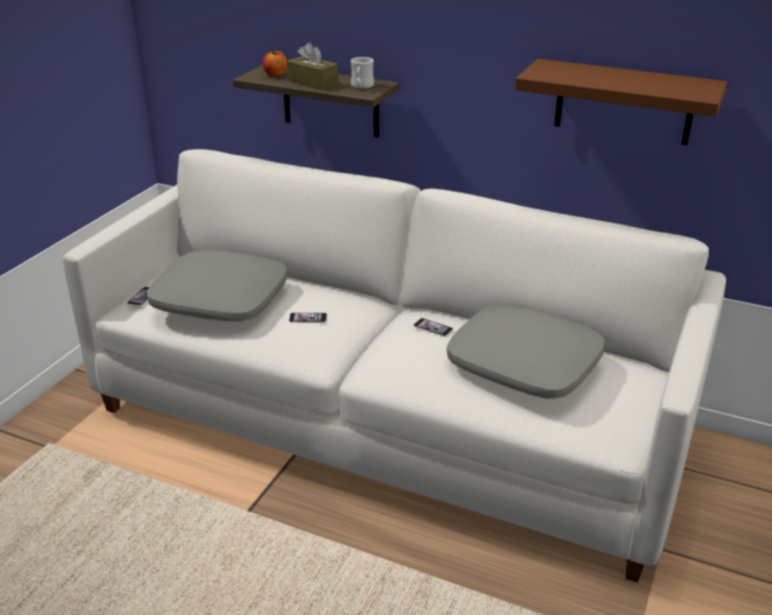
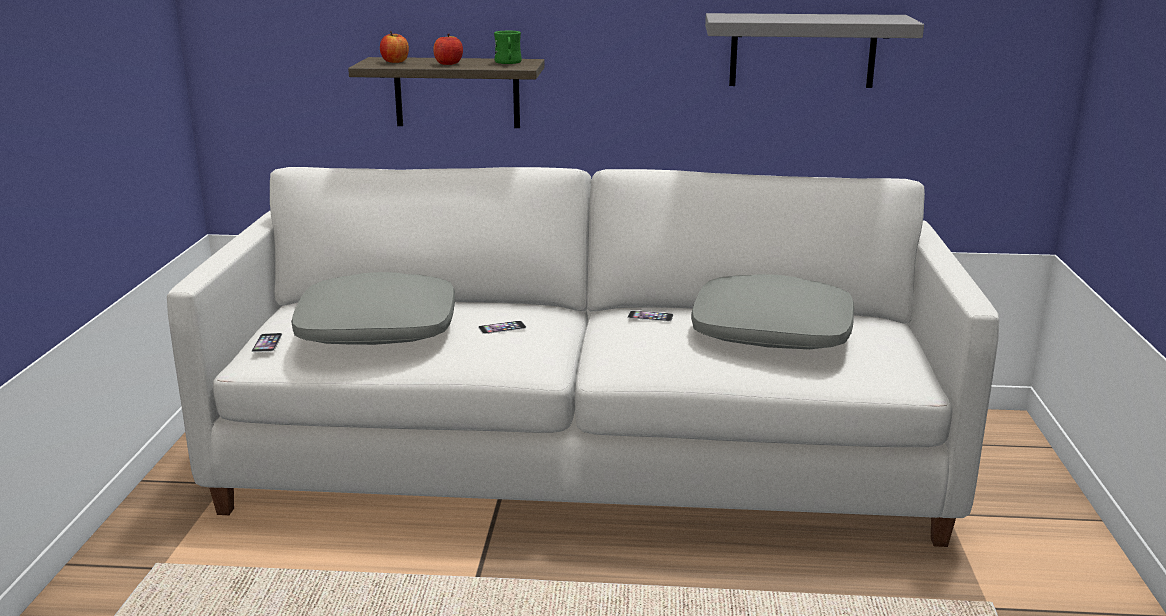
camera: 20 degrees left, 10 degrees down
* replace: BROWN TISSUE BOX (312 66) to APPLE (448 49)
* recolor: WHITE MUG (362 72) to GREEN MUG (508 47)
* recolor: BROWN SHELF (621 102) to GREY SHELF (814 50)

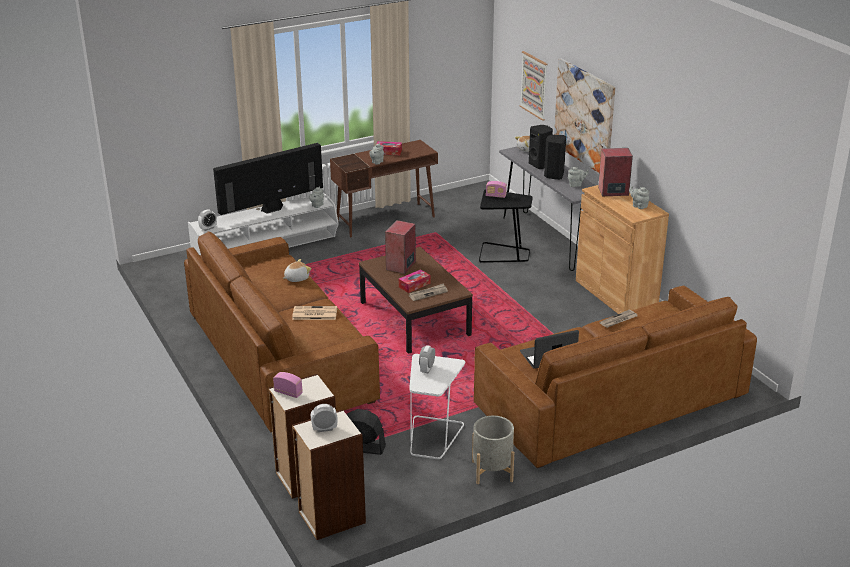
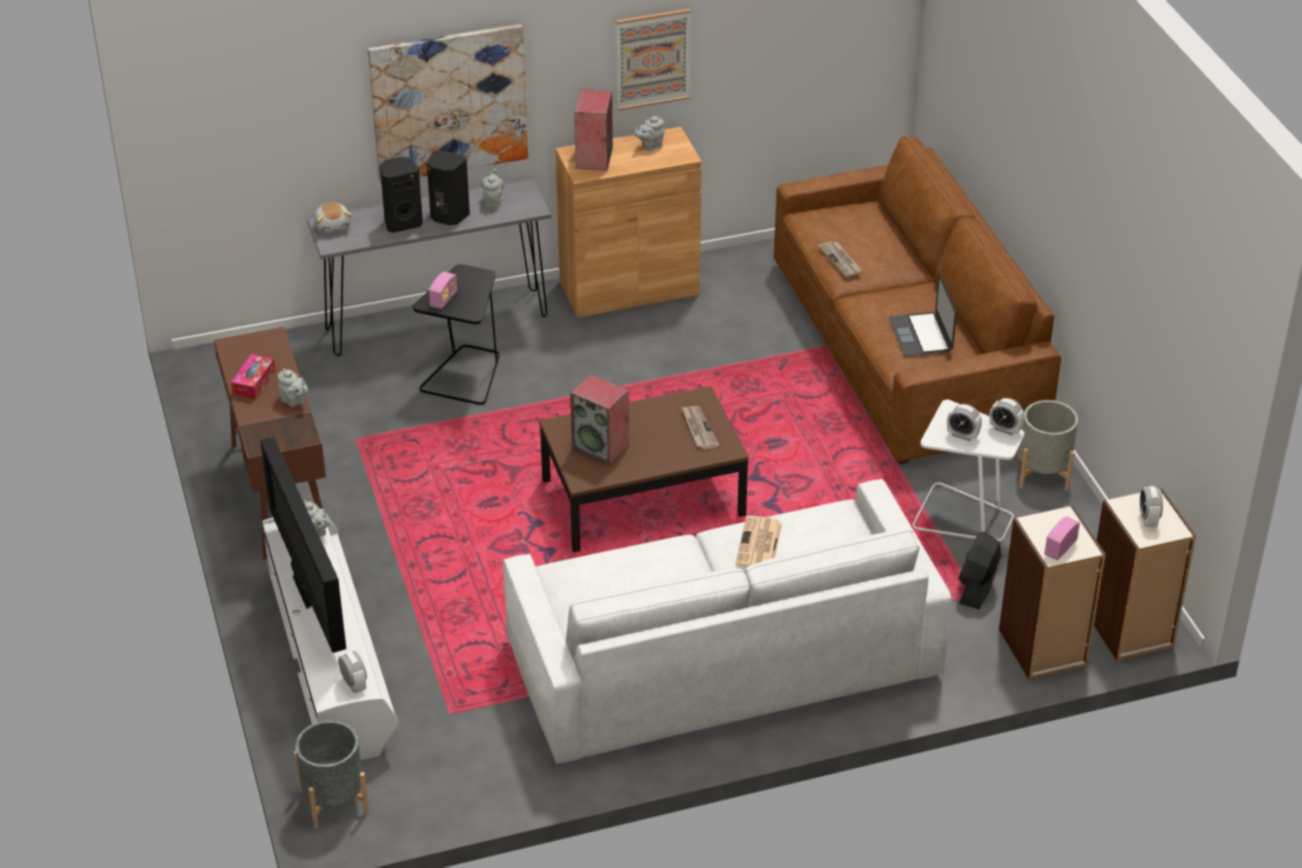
camera: 80 degrees left, 10 degrees up
* insert: GREY PLANTER (331 774)
* recolor: BROWN SOFA (282 332) to WHITE SOFA (727 621)
* move: PICTURE (534 86) to (653 60)
* insert: ALARM CLOCK (1007 416)
* delete: PLUSH TOY (297 270)
* delete: TISSUE BOX (414 281)

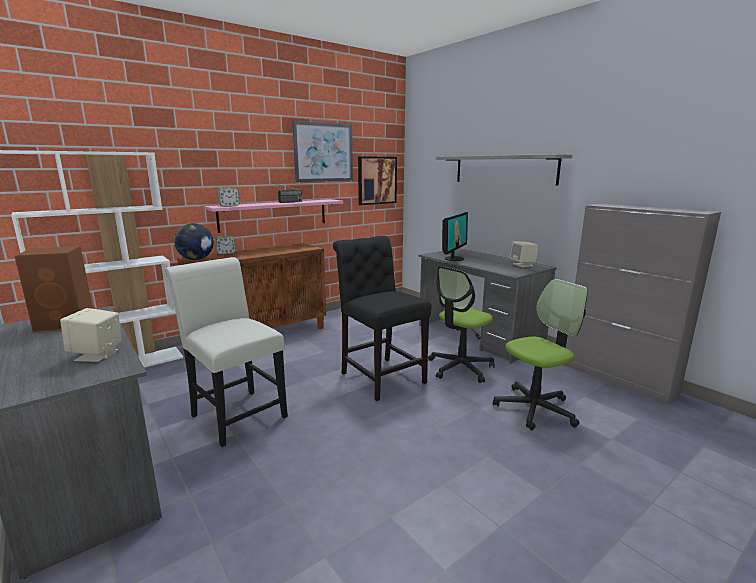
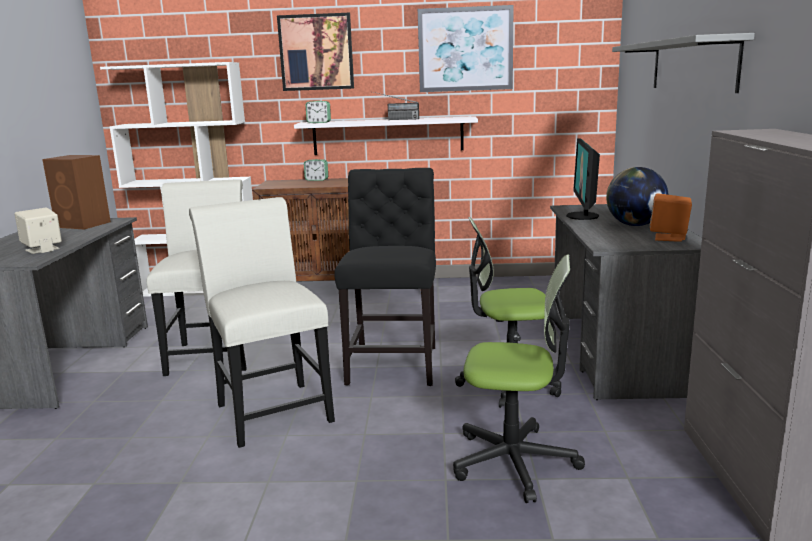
camera: 40 degrees right, 0 degrees up
* insert: WHITE CHAIR (262 322)
* move: PICTURE (377 180) to (315 52)
* recolor: PINK SHELF (274 216) to WHITE SHELF (386 135)
* rotate: MONITOR (455 236) = (583 179) 120 degrees clockwise
* move: GLOBE (194 241) to (637 196)
* recolor: BEIGE SPEAKER (524 254) to ORANGE SPEAKER (670 217)

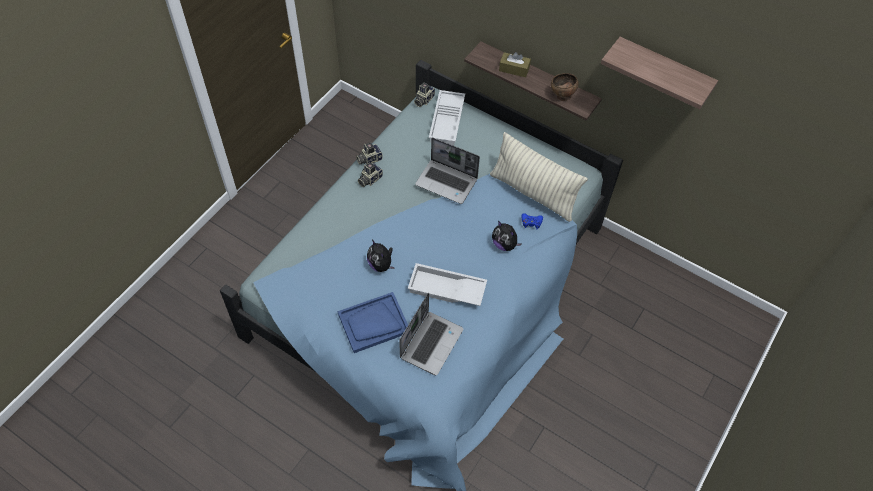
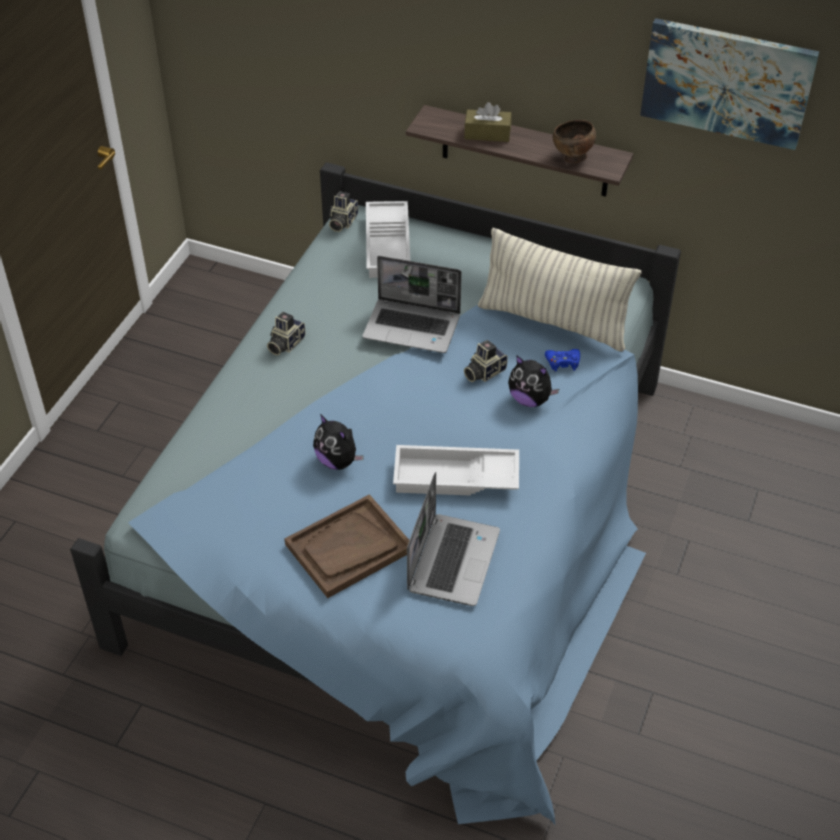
camera: 10 degrees left, 10 degrees down
* recolor: BLUE TRAY (373 322) to BROWN TRAY (347 546)
* move: PHOTO CAMERA (369 153) to (486 361)
* replace: SHELF (659 73) to PICTURE (729 84)

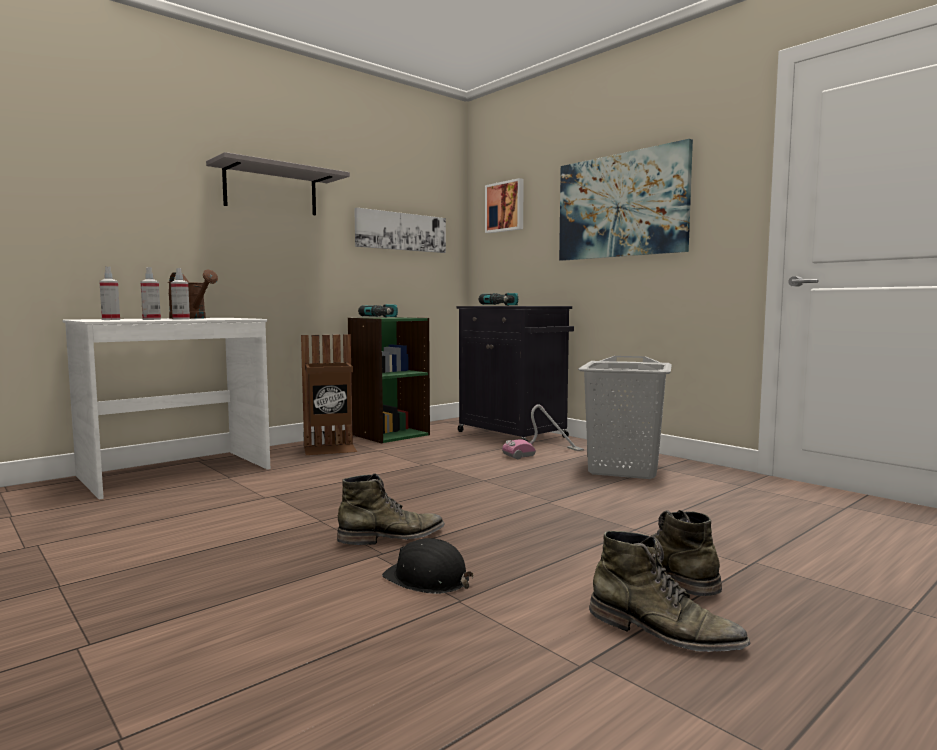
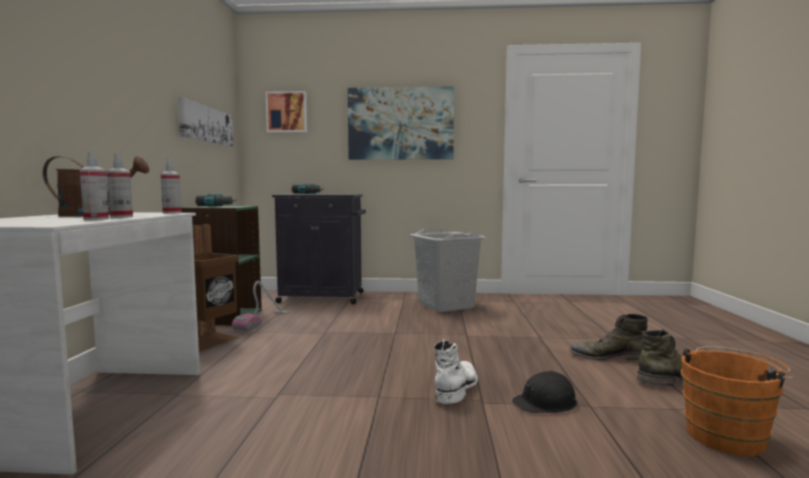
camera: 45 degrees left, 0 degrees up
* move: SPRAY BOTTLE (109 293) to (171 186)
* move: VACUUM CLEANER (543 431) to (260 306)
* recolor: GREEN BOOT (391 509) to WHITE BOOT (456 371)
* insert: ORANGE BUCKET (737 401)
* delete: GREY SHELF (278 183)

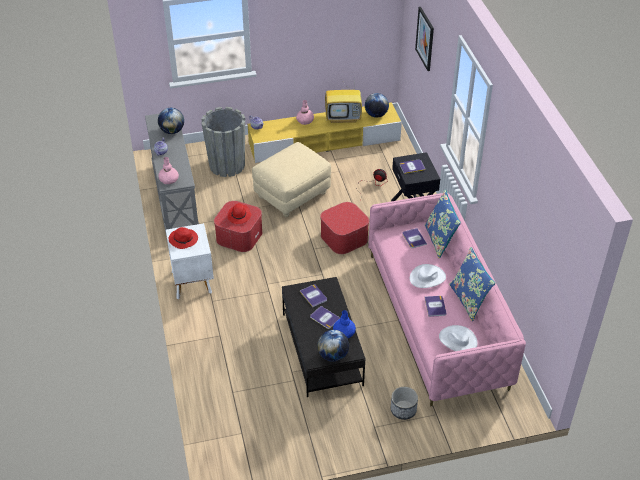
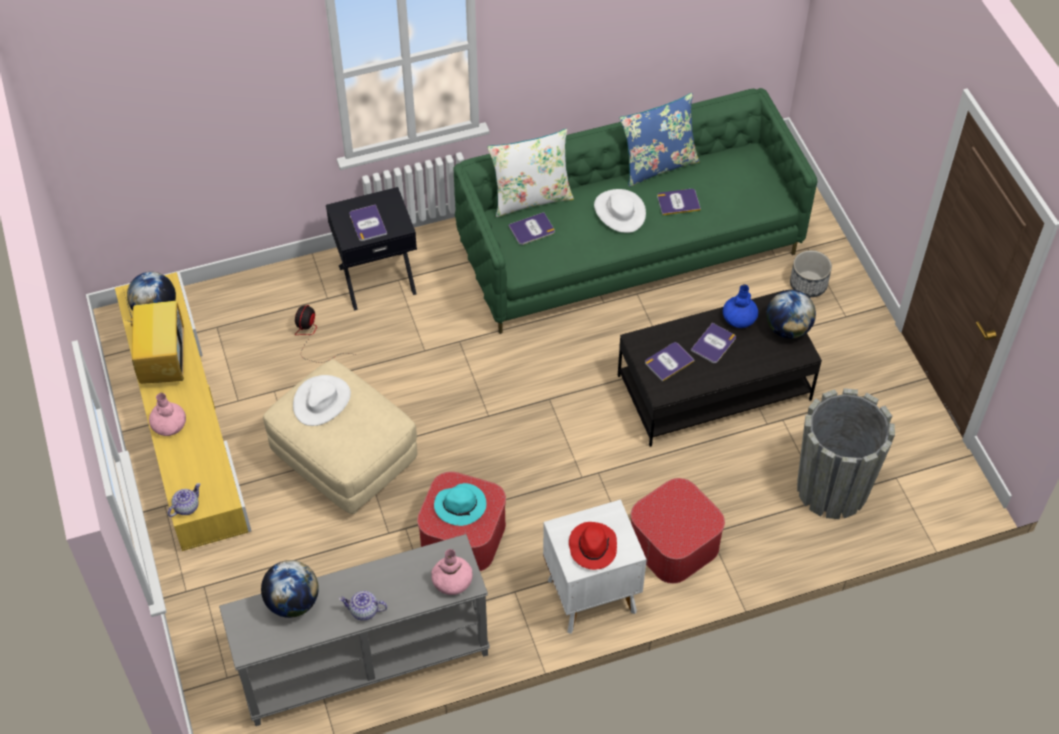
camera: 95 degrees left, 10 degrees up
* move: WHITE HAT (458 338) to (322 400)
* recolor: RED HAT (240 213) to TURQUOISE HAT (460 504)
* recolor: PINK SOFA (447 299) to GREEN SOFA (635 211)
* recolor: BLUE PILLOW (443 224) to WHITE PILLOW (530 173)
* move: OTTOMAN (344 228) to (678 531)
* move: GREY PLANTER (223 142) to (846 453)
* delete: PICTURE (424 39)

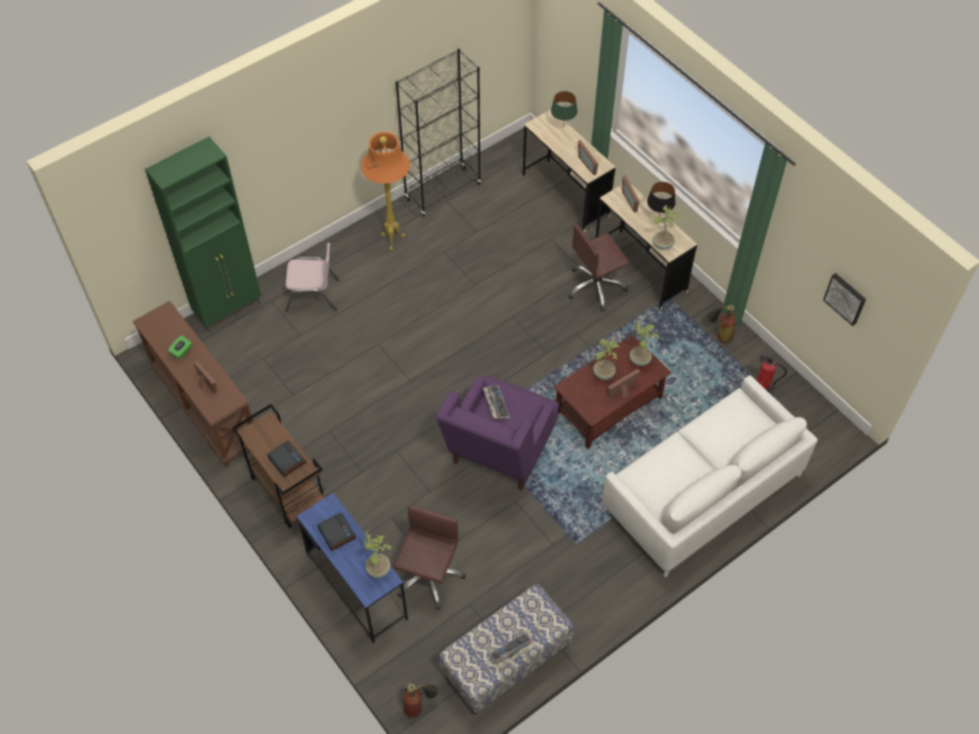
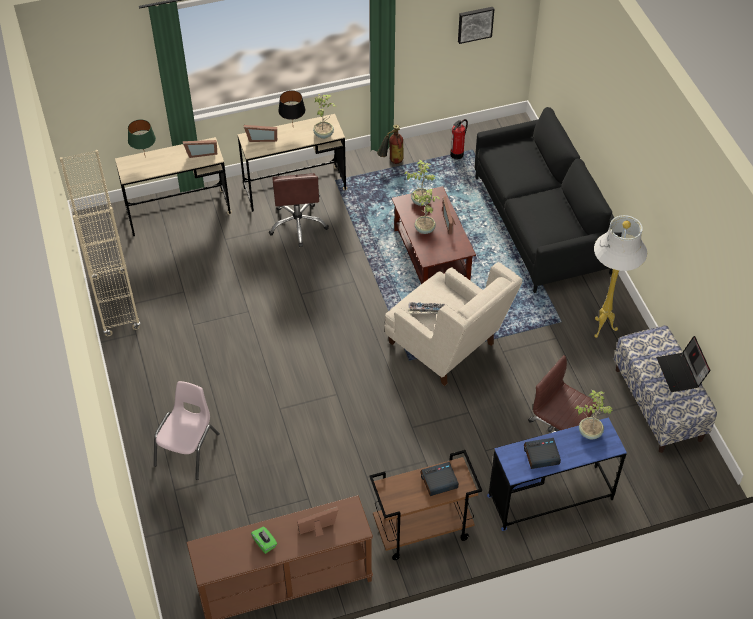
camera: 70 degrees left, 5 degrees down
* recolor: BLACK BOOKCASE (438 132) to BEIGE BOOKCASE (100 243)
* recolor: PURPLE ARMCHAIR (497 432) to BEIGE ARMCHAIR (453 324)
* recolor: WHITE SOFA (710 476) to BLACK SOFA (548 200)
* insert: WHITE FLOOR LAMP (620 276)
* replace: KEYBOARD (512 650) to LAPTOP (683 364)
* delete: GREEN CABINET (203 235)
* delete: ORANGE FLOOR LAMP (385 191)
* delete: FIRE EXTINGUISHER (420 701)

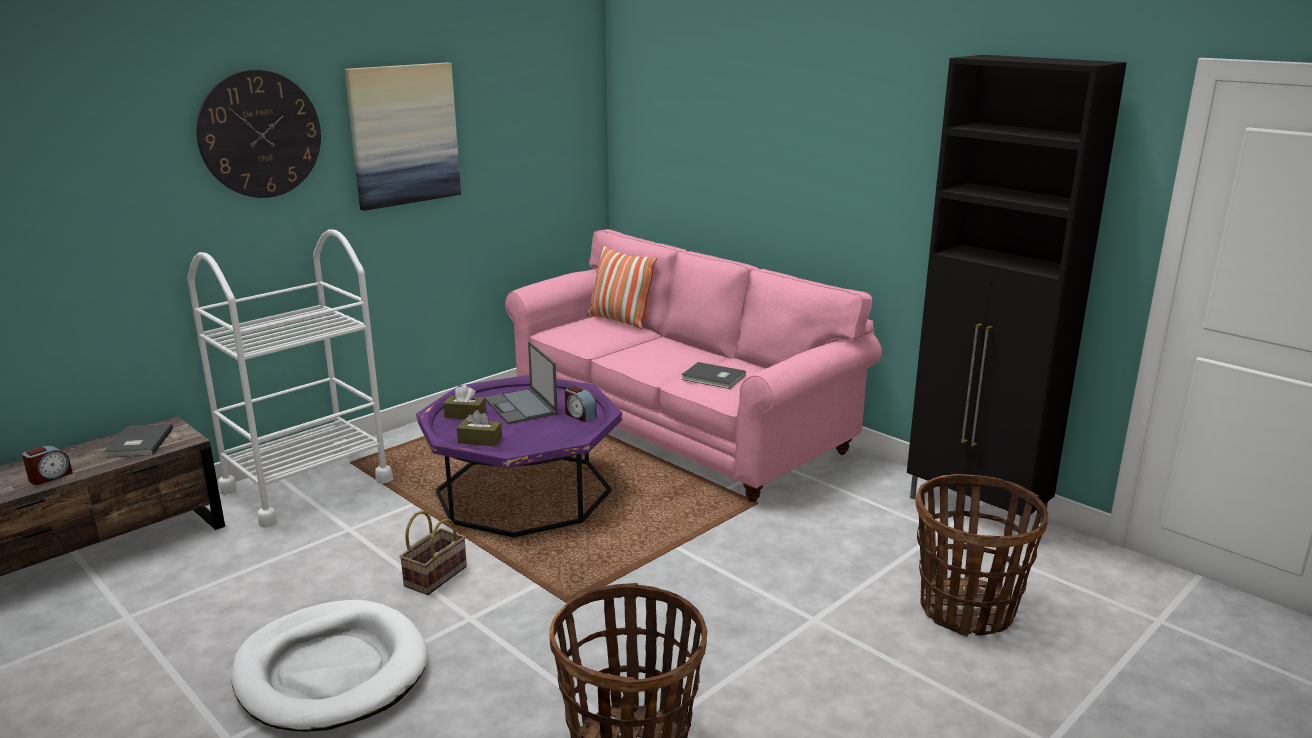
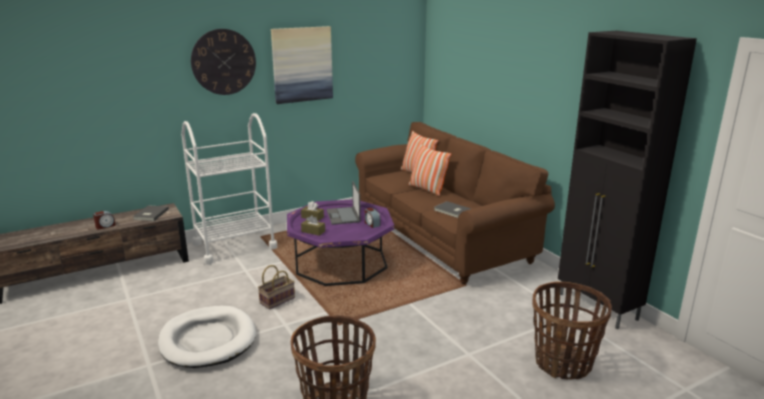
camera: 15 degrees right, 0 degrees up
* recolor: PINK SOFA (693 365) to BROWN SOFA (455 203)
* insert: PILLOW (429 169)

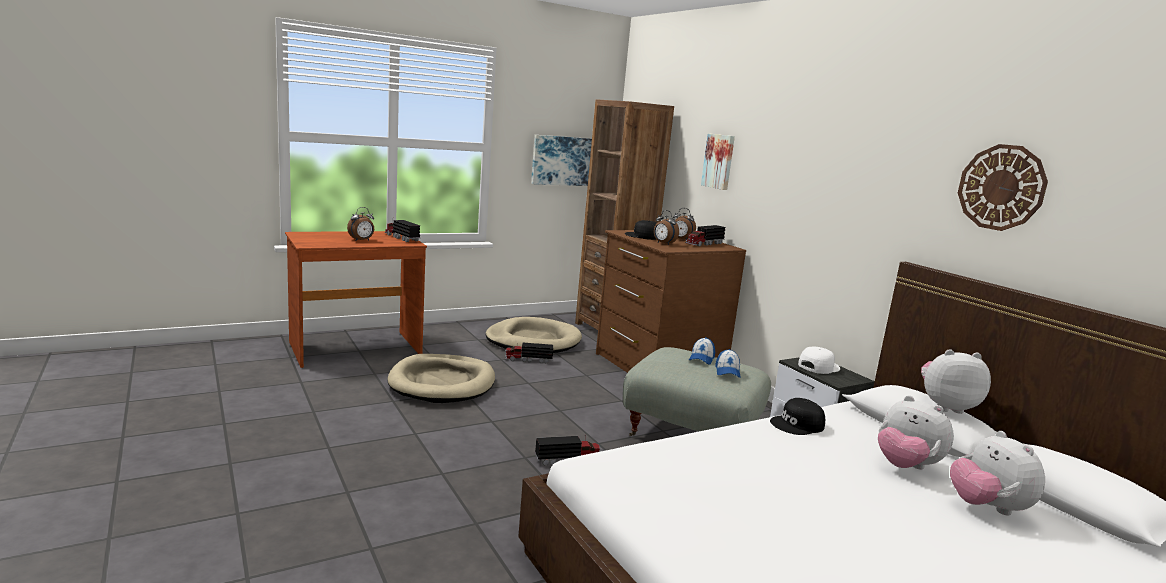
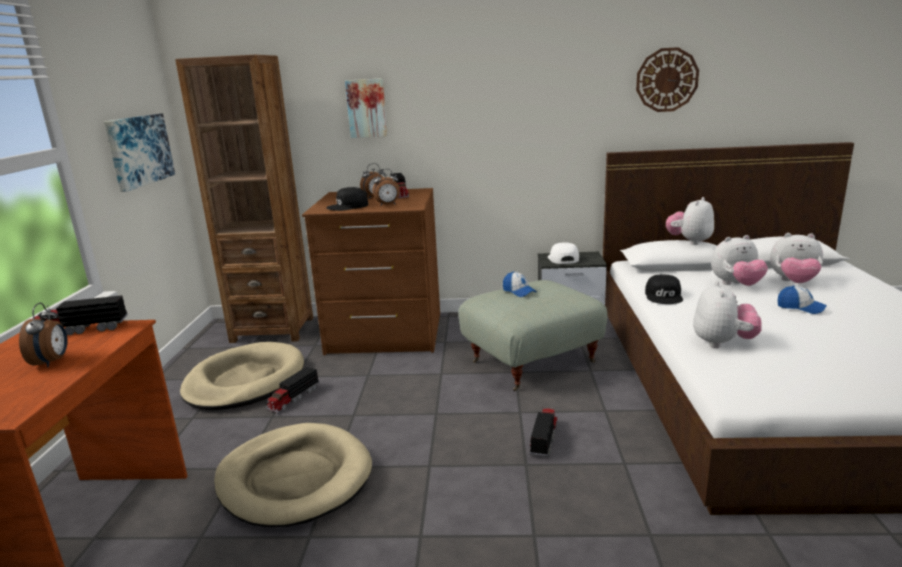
camera: 55 degrees left, 5 degrees up
* insert: PLUSH TOY (727 314)
* move: CAP (728 363) to (802 300)

